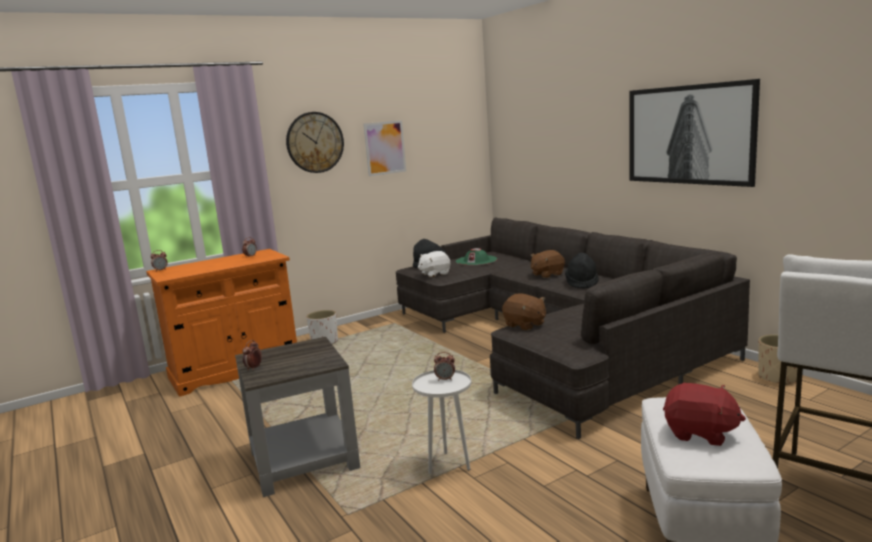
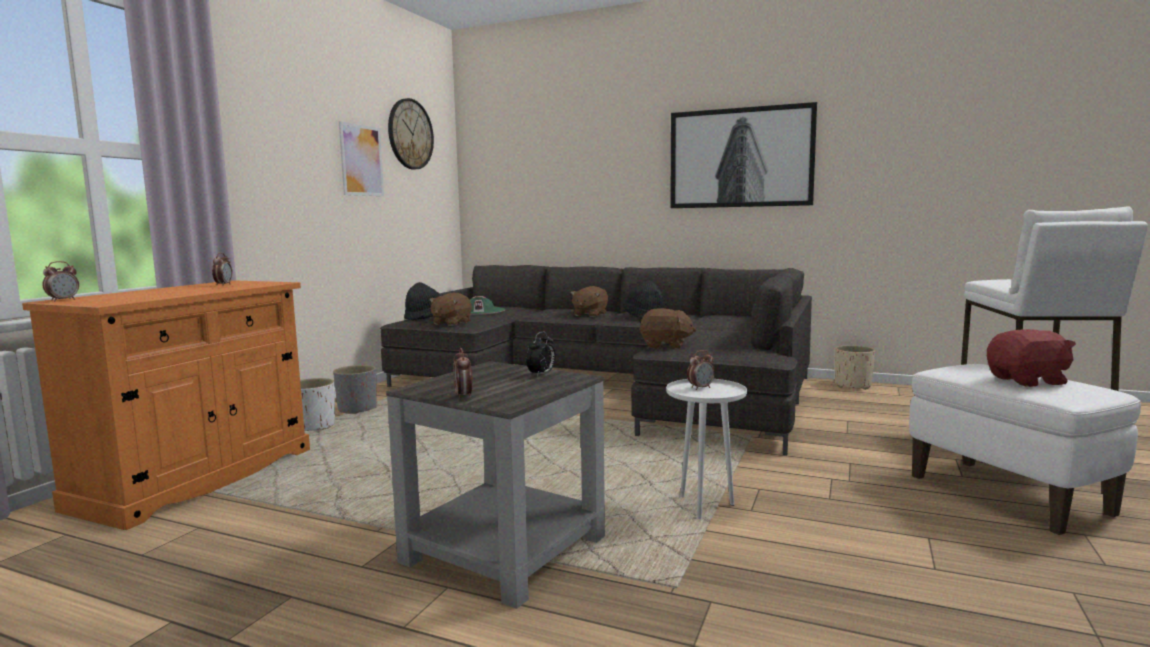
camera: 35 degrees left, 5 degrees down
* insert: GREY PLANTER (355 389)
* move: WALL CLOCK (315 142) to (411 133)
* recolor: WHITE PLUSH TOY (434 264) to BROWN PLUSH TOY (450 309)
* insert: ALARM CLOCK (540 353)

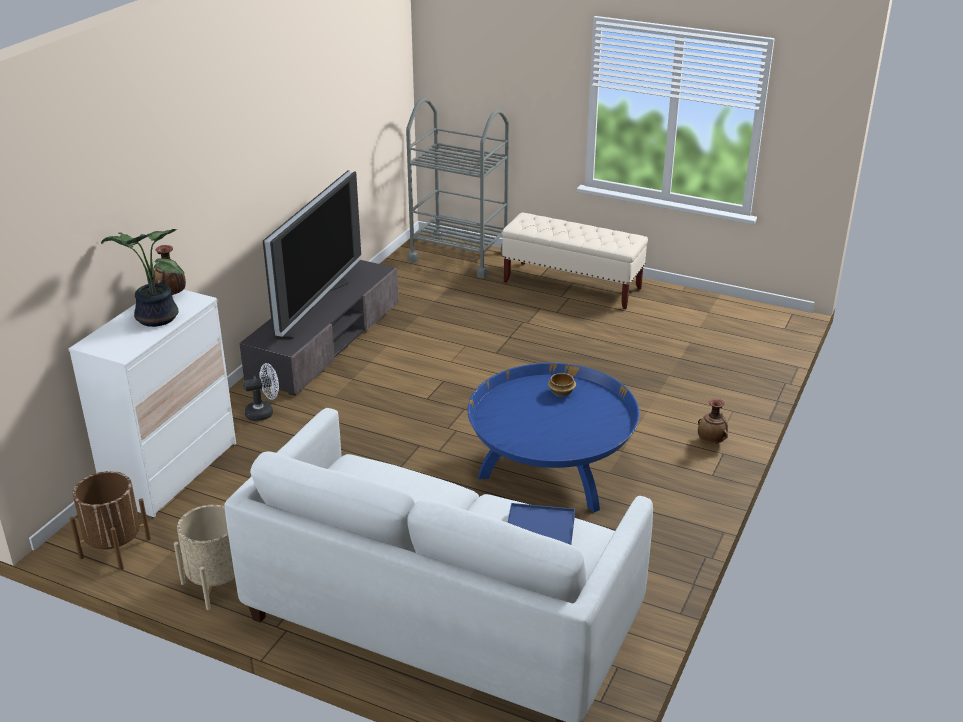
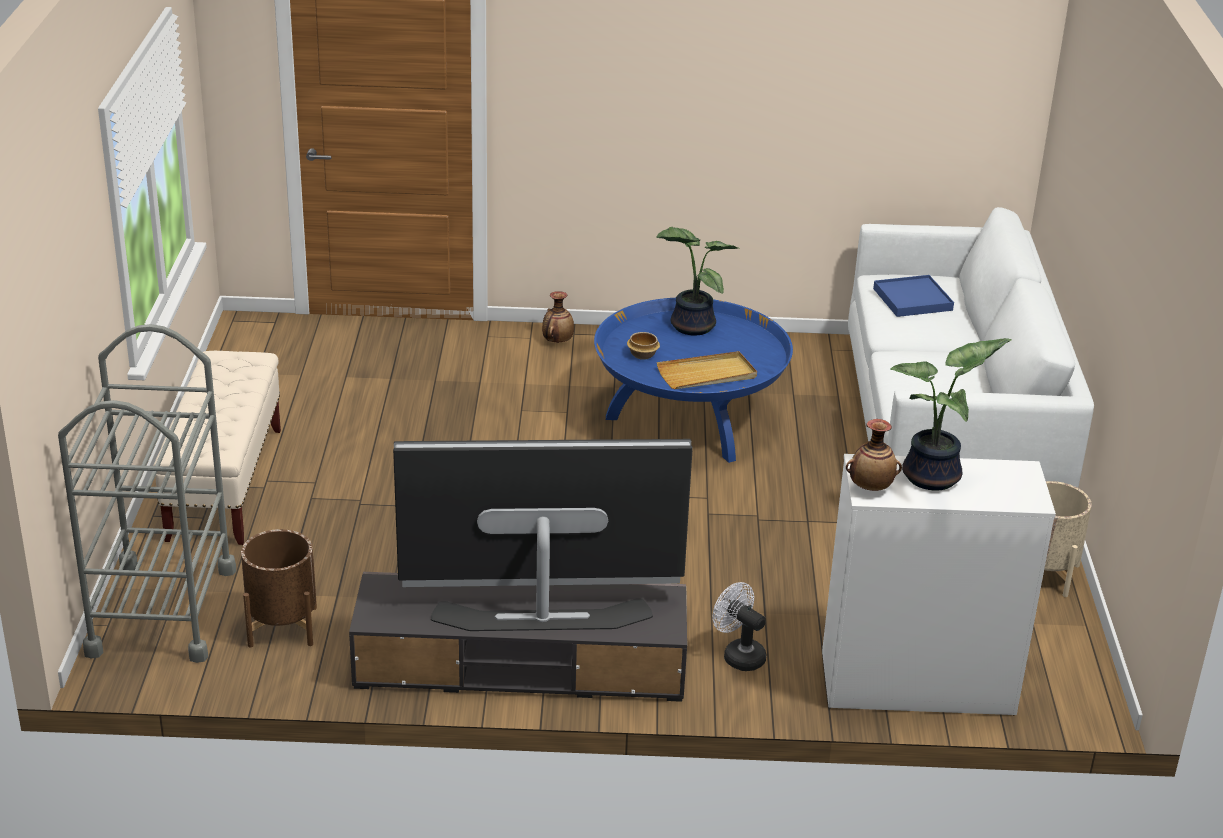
camera: 115 degrees left, 0 degrees up
* move: BROWN PLANTER (110 520) to (279 588)
* insert: POTTED PLANT (698 281)
* insert: BEIGE TRAY (707 370)

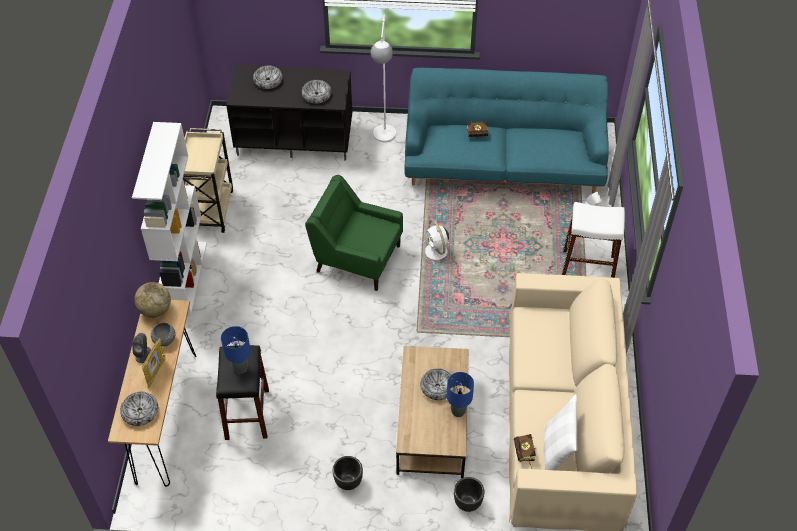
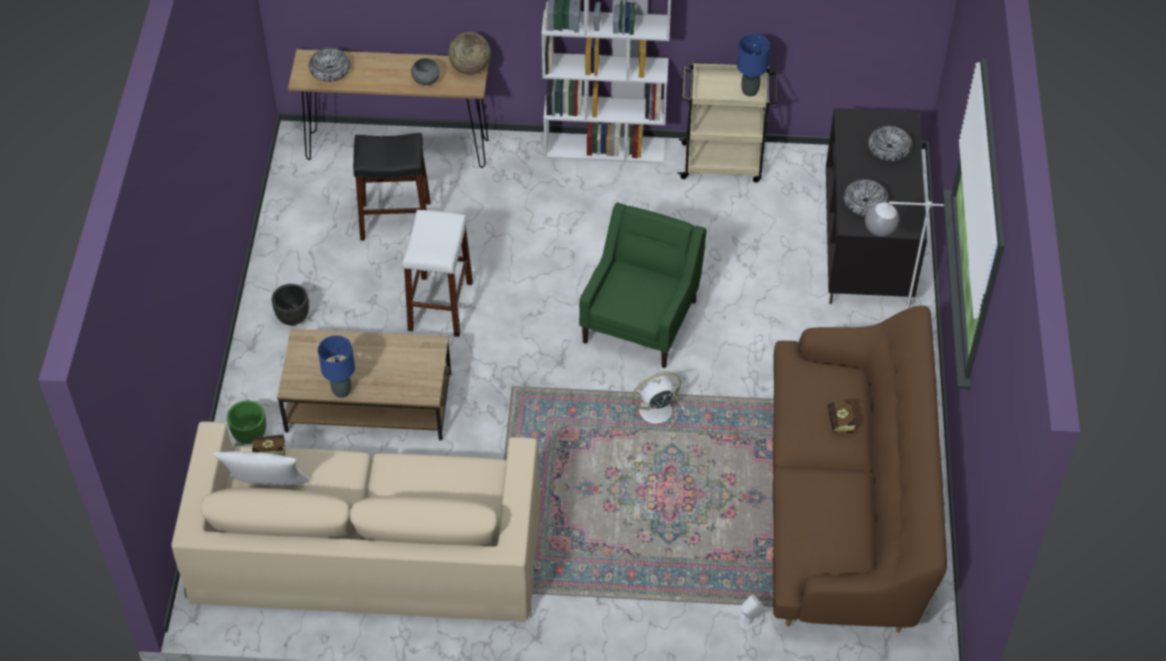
camera: 90 degrees right, 0 degrees up
* recolor: BLACK PLANTER (469 494) to GREEN PLANTER (246 422)
* move: WHITE STOOL (593 240) to (438 273)
* move: BLUE TABLE LAMP (236 350) to (753 65)
* recolor: TURQUOISE SOFA (506 131) to BROWN SOFA (860 469)
* delete: GREY SPEAKER (141 348)
* delete: PICTURE FRAME (154 363)
* delete: BOWL (437 384)

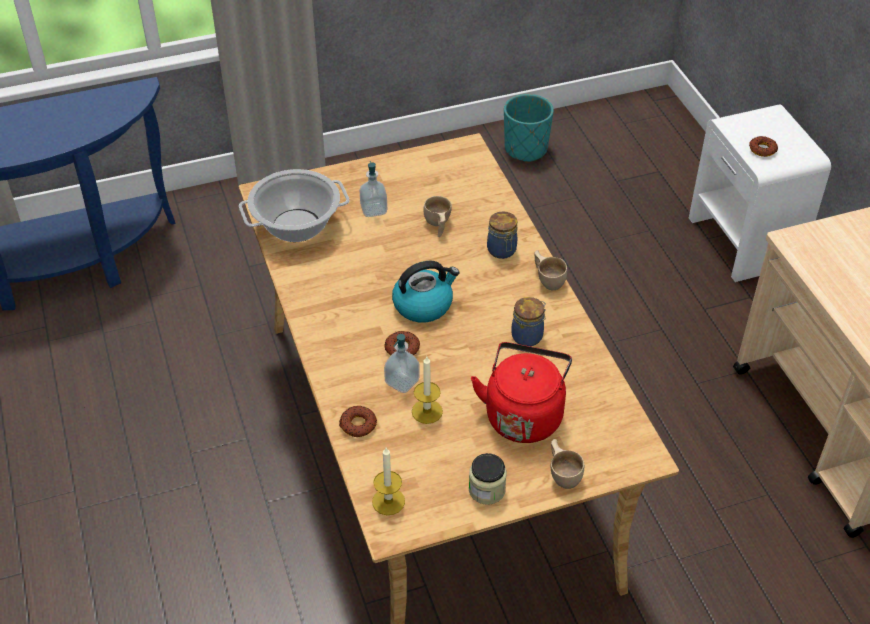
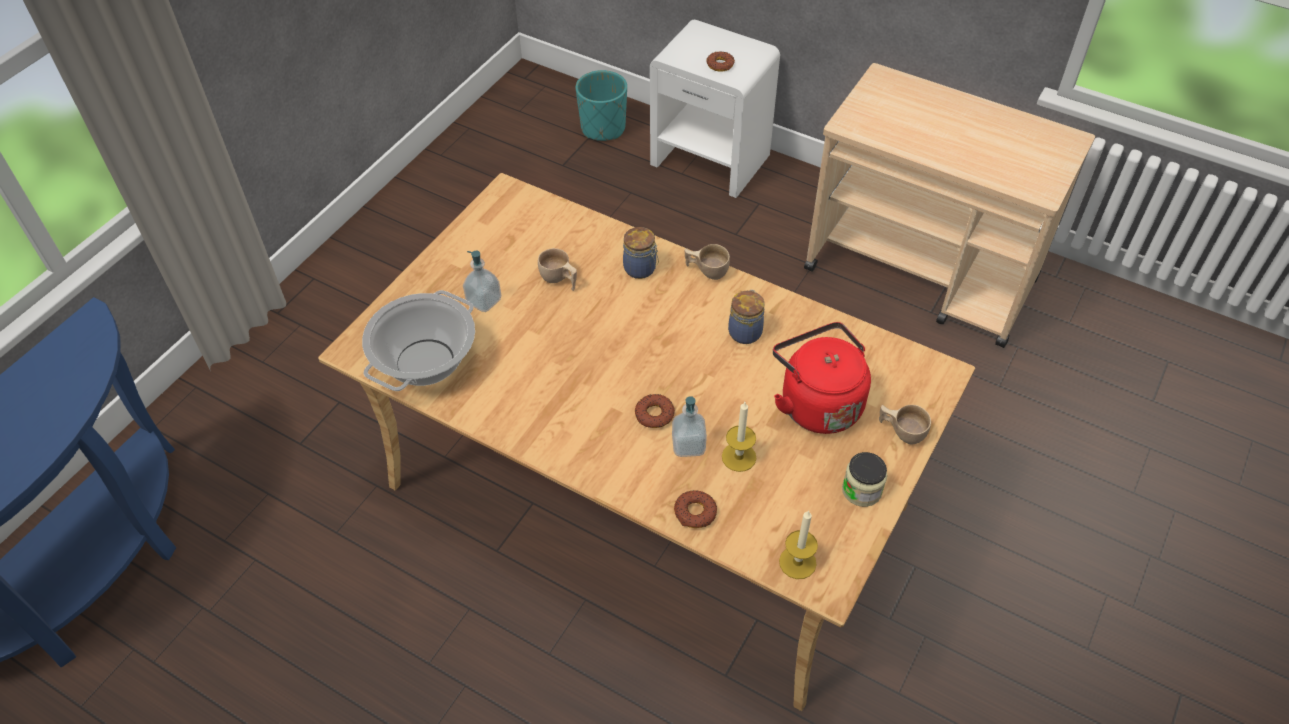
camera: 40 degrees left, 5 degrees up
* move: TURQUOISE PLANTER (529 128) to (601 105)
* delete: KETTLE (426 292)

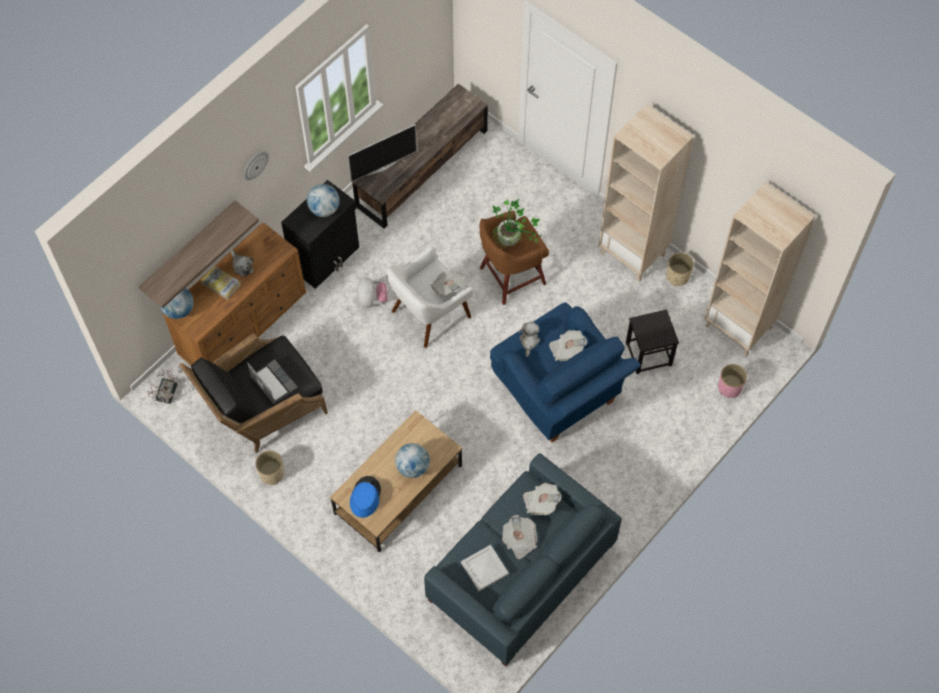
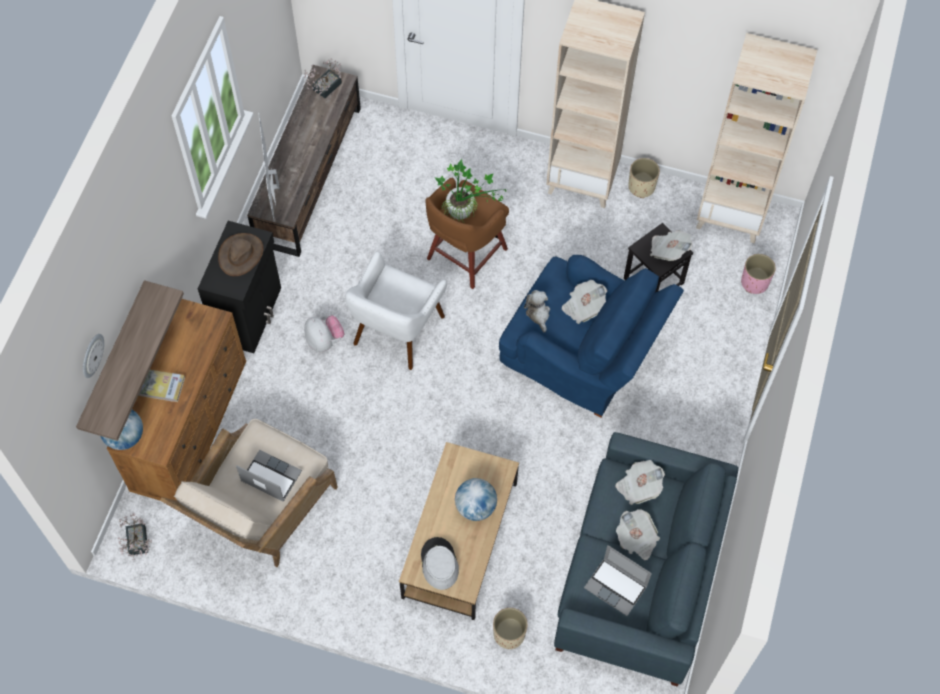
camera: 25 degrees left, 0 degrees up
* move: WALL CLOCK (256 165) to (93 356)
* recolor: BLACK ARMCHAIR (253 393) to BEIGE ARMCHAIR (249 493)
* replace: GLOBE (323 200) to BROWN HAT (241 254)
* rotate: TELEVISION (382 153) = (269 167) 135 degrees clockwise
* insert: POTTED PLANT (323 78)
* recolor: BLUE HAT (365 497) to GREY HAT (440 563)
* move: BEIGE PLANTER (269 468) to (510 628)
* replace: WHITE TRAY (485 568) to LAPTOP (618 580)
* move: NEWSPAPER (447 283) to (671 245)
* delete: PLUSH TOY (242 263)

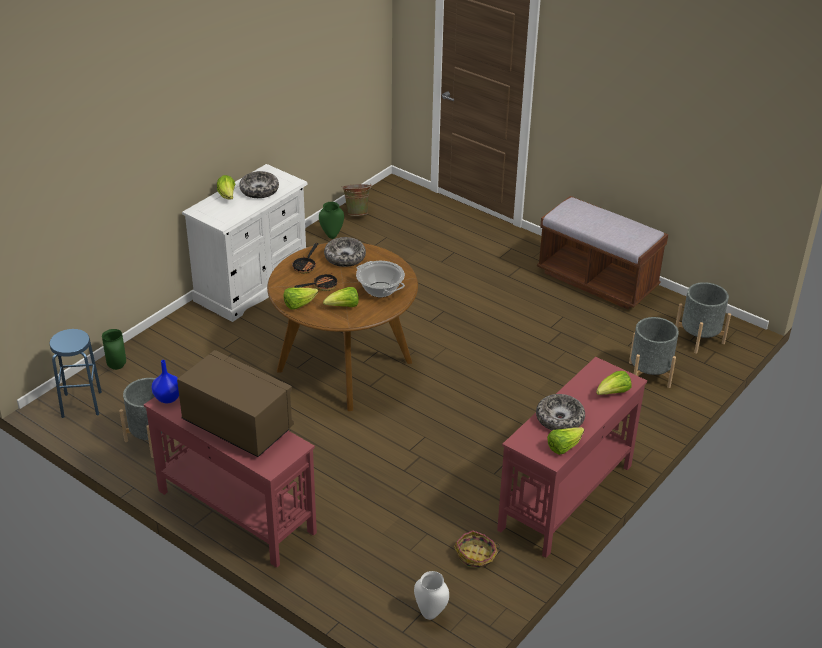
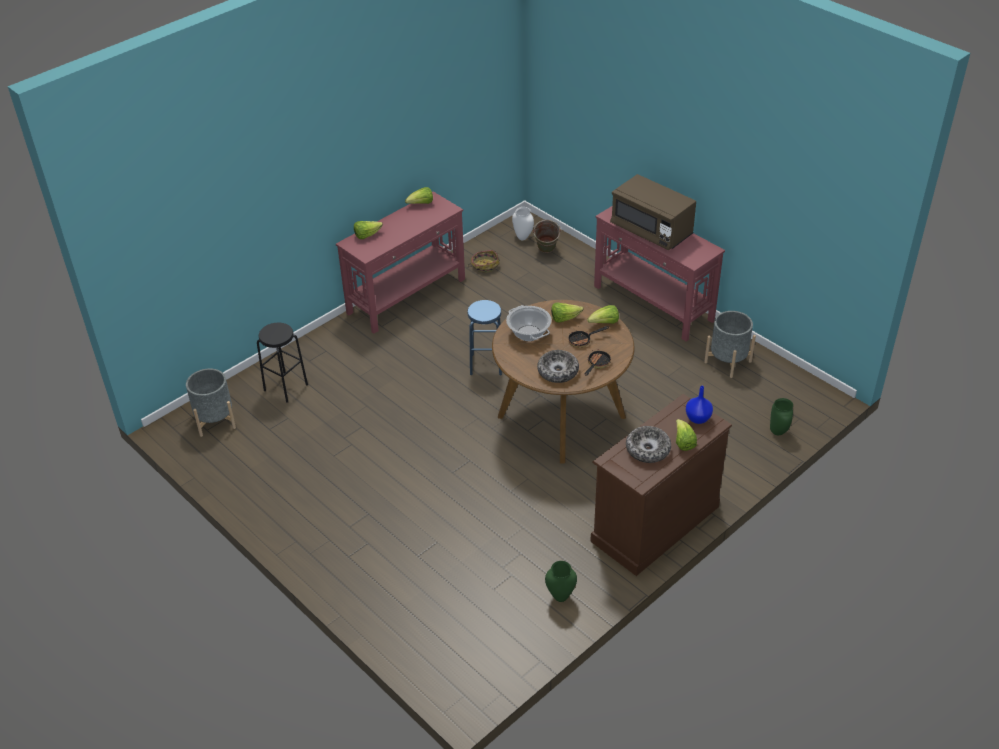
camera: 170 degrees left, 5 degrees up
* replace: GREY PLANTER (654 352) to BLACK STOOL (282 363)
* move: BLUE STOOL (75 373) to (485 337)
* move: GREEN BUCKET (356 200) to (546 236)
* recolor: WHITE DRESSER (245 243) to BROWN DRESSER (661 485)
* move: BLUE VASE (165 381) to (699 405)
* delete: BOWL (560 412)
* delete: BROWN BENCH (602 252)

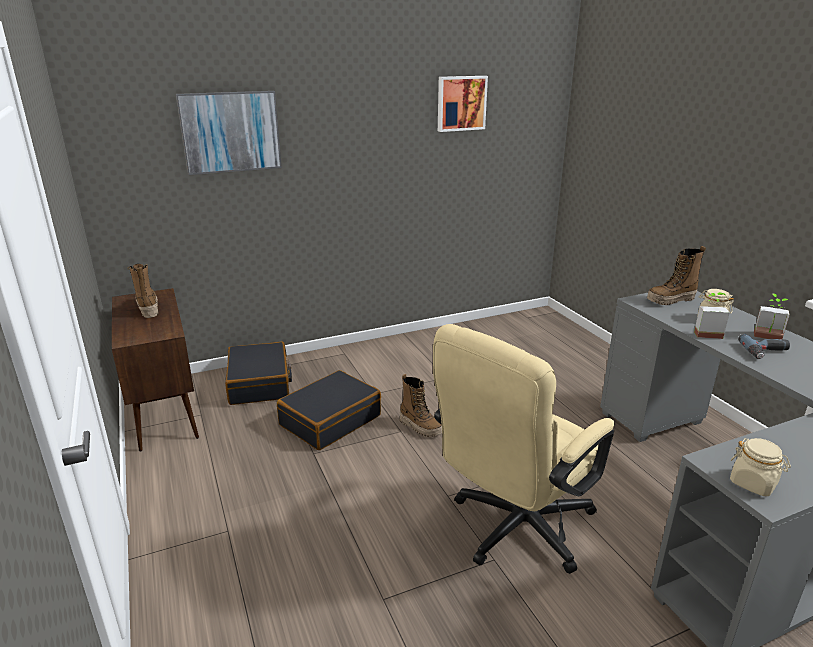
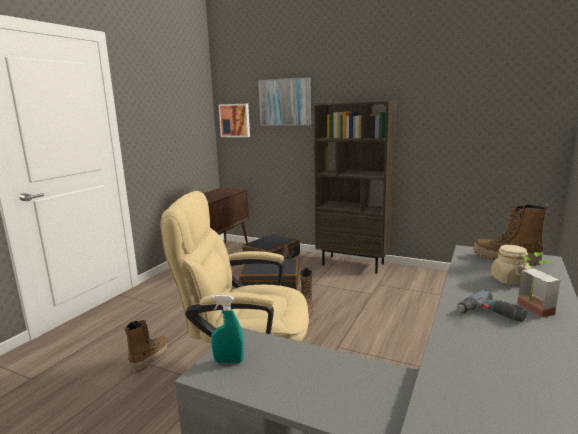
camera: 50 degrees right, 10 degrees down
* move: BOOT (143 291) to (146 346)
* replace: BEIGE JAR (760 467) to TURQUOISE SPRAY BOTTLE (227 329)
* move: PICTURE (463 104) to (234 120)
* insert: BROWN BOOKCASE (355 187)
* delete: POTTED PLANT (712 315)

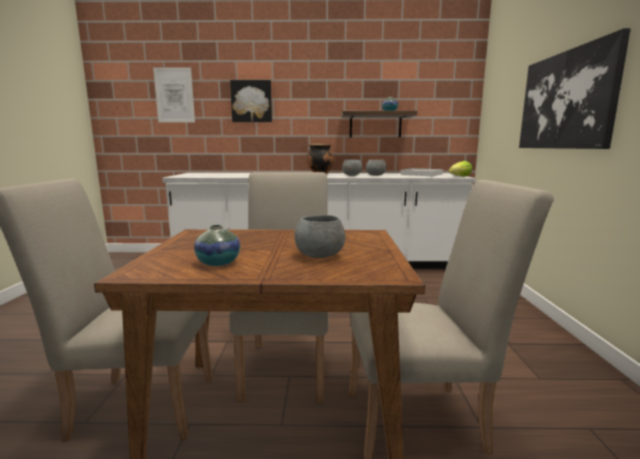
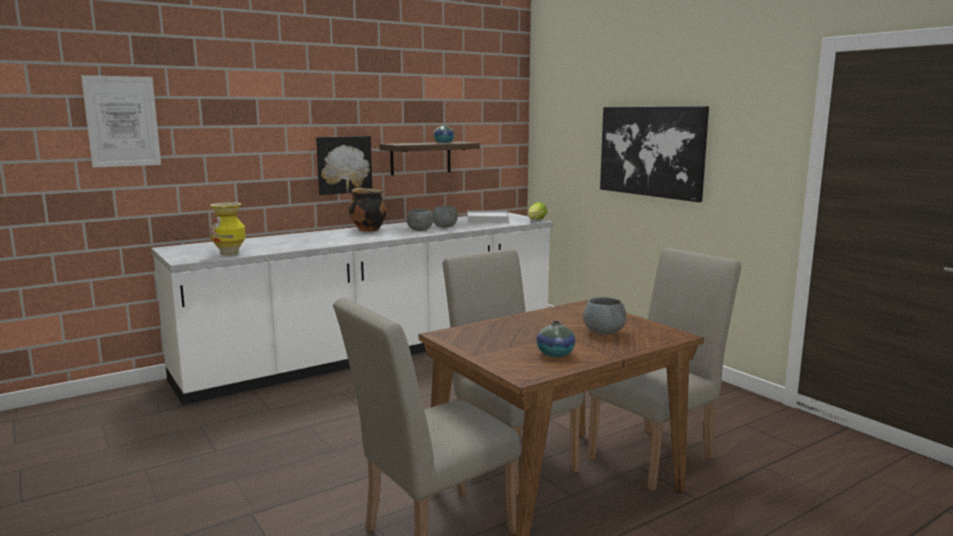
camera: 35 degrees left, 0 degrees up
* insert: VASE (228 228)
* move: PICTURE (251 101) to (344 165)

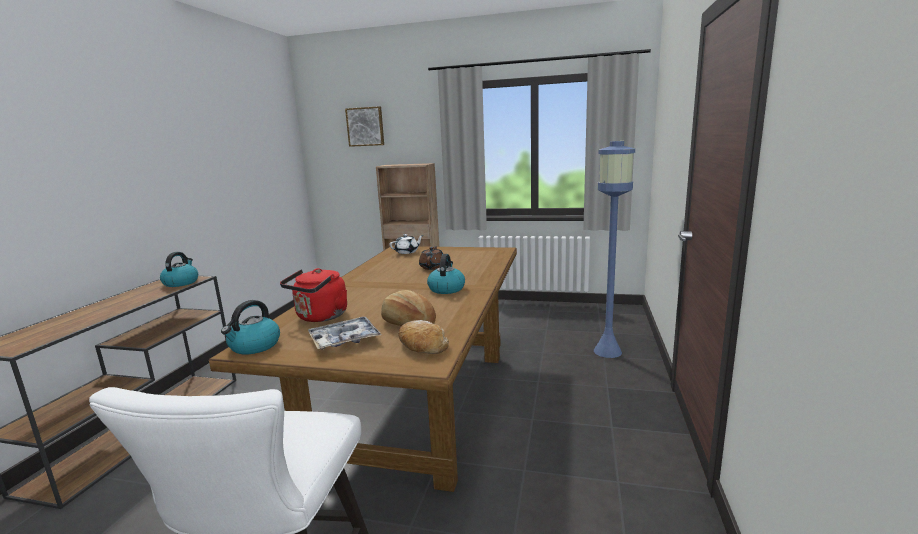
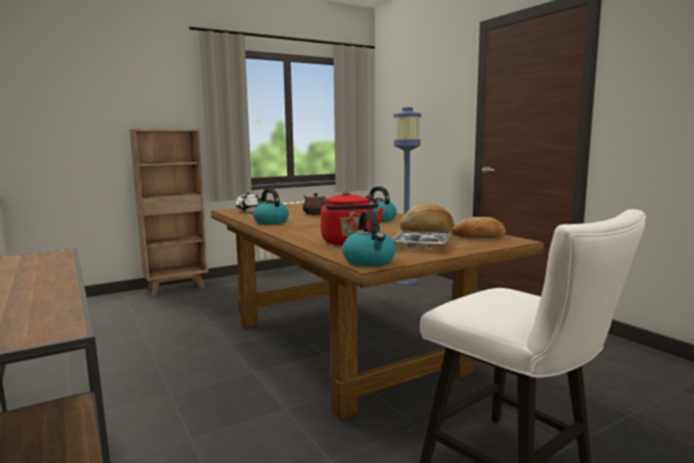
camera: 45 degrees left, 5 degrees down
* move: KETTLE (179 269) to (271 206)
* delete: PICTURE (364 126)

